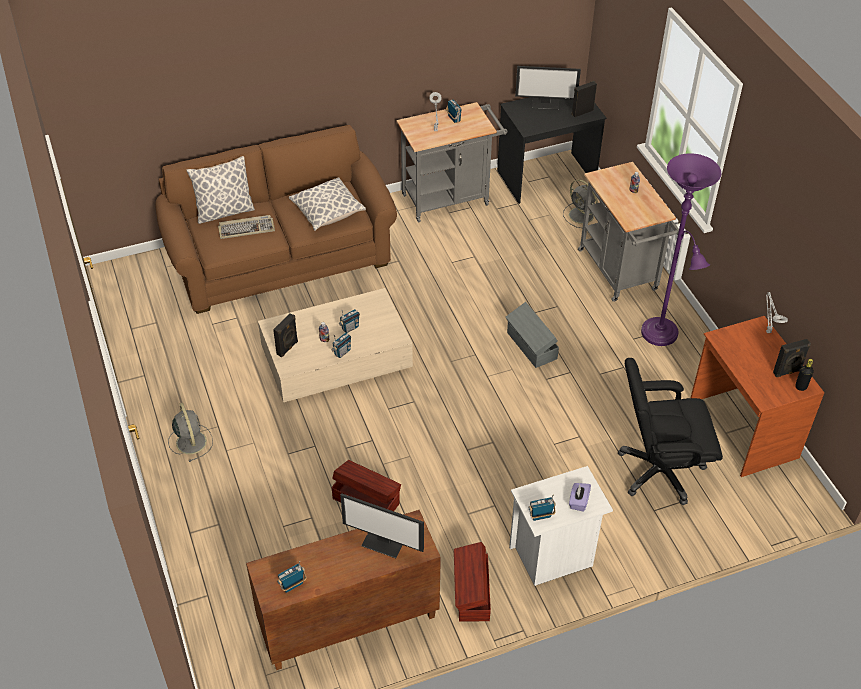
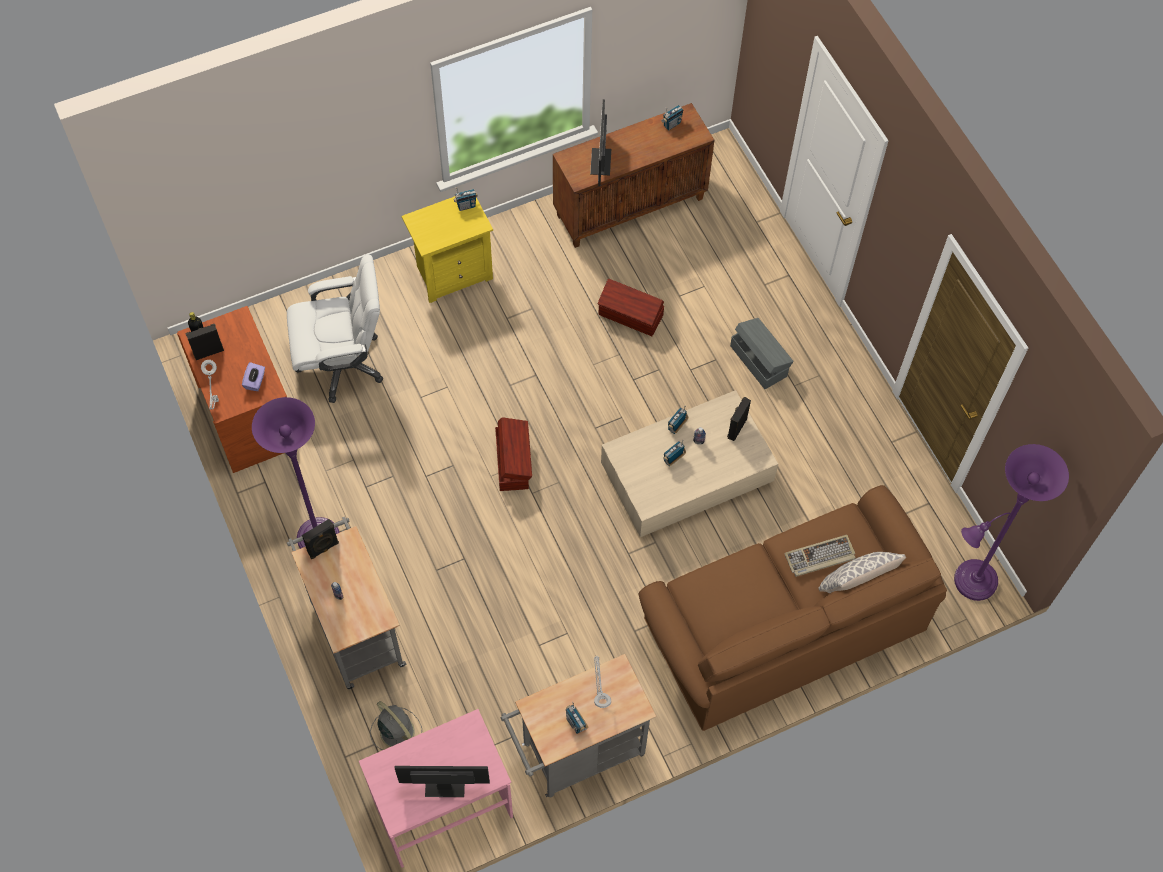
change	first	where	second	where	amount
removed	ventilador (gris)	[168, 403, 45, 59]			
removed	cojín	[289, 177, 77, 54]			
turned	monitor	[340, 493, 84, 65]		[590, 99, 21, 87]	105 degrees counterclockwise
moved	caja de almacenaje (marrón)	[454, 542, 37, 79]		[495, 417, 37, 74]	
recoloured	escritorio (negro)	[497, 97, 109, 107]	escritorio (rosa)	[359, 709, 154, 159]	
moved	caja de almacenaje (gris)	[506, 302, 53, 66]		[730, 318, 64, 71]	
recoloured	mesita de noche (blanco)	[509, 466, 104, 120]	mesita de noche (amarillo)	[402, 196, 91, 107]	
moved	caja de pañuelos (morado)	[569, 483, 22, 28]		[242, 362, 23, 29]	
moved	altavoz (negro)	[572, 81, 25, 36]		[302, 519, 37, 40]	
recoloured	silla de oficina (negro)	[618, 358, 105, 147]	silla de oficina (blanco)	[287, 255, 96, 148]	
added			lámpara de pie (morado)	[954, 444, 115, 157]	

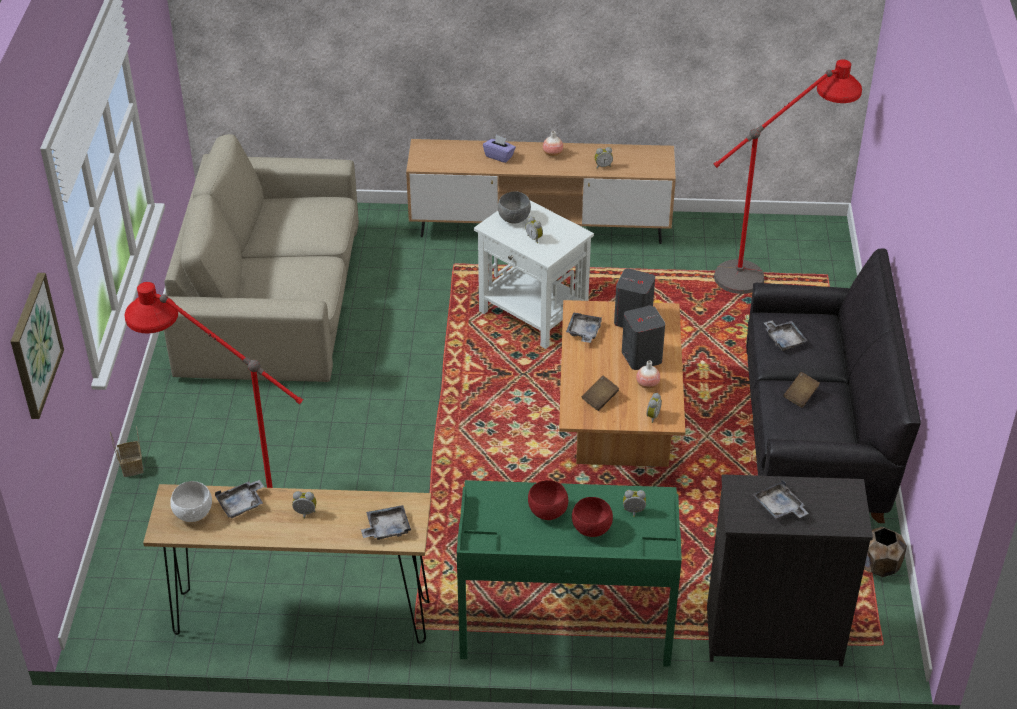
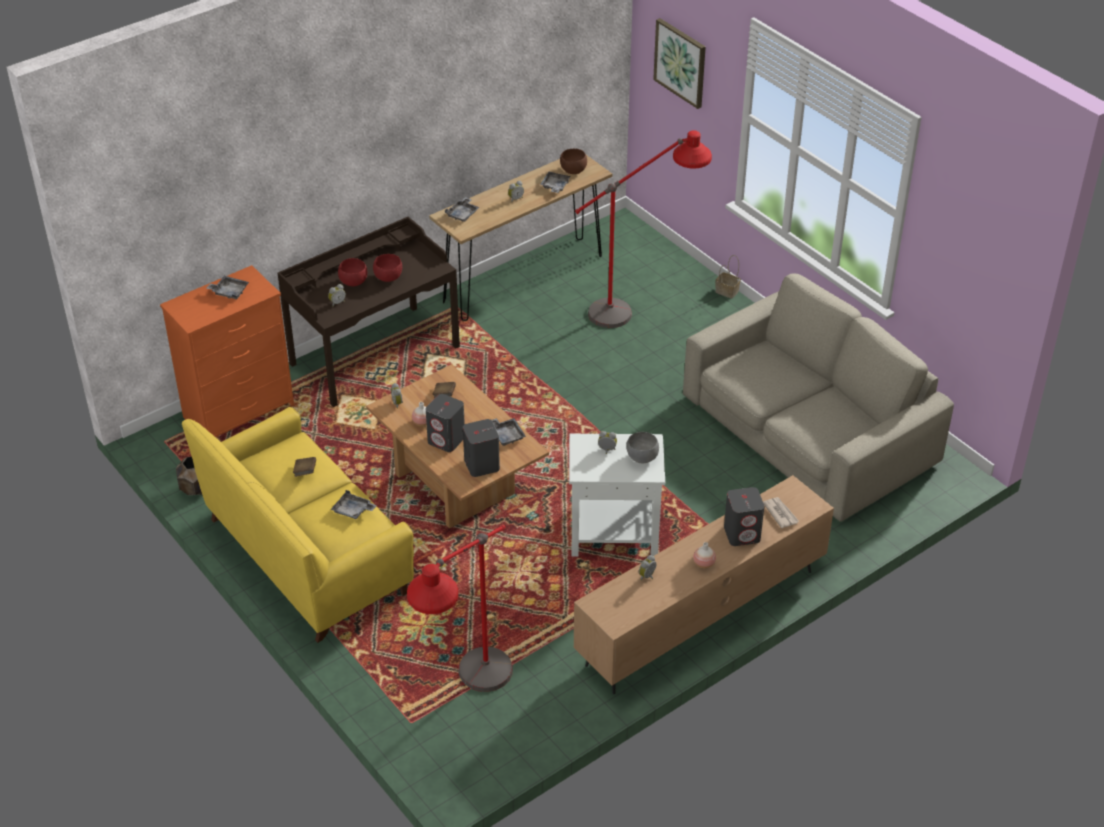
change	first	where	second	where	amount
recoloured	cuenco (blanco)	[170, 481, 42, 41]	cuenco (marrón)	[560, 149, 27, 25]	
recoloured	escritorio (verde)	[457, 480, 225, 187]	escritorio (marrón)	[278, 217, 182, 190]	
replaced	caja de pañuelos (morado)	[483, 135, 33, 28]	altavoz (gris)	[724, 487, 40, 59]	
recoloured	cómoda (negro)	[707, 474, 166, 192]	cómoda (naranja)	[160, 265, 134, 172]	
recoloured	sofá (negro)	[746, 248, 175, 275]	sofá (amarillo)	[182, 407, 232, 236]	
added			periódico	[763, 497, 37, 31]	

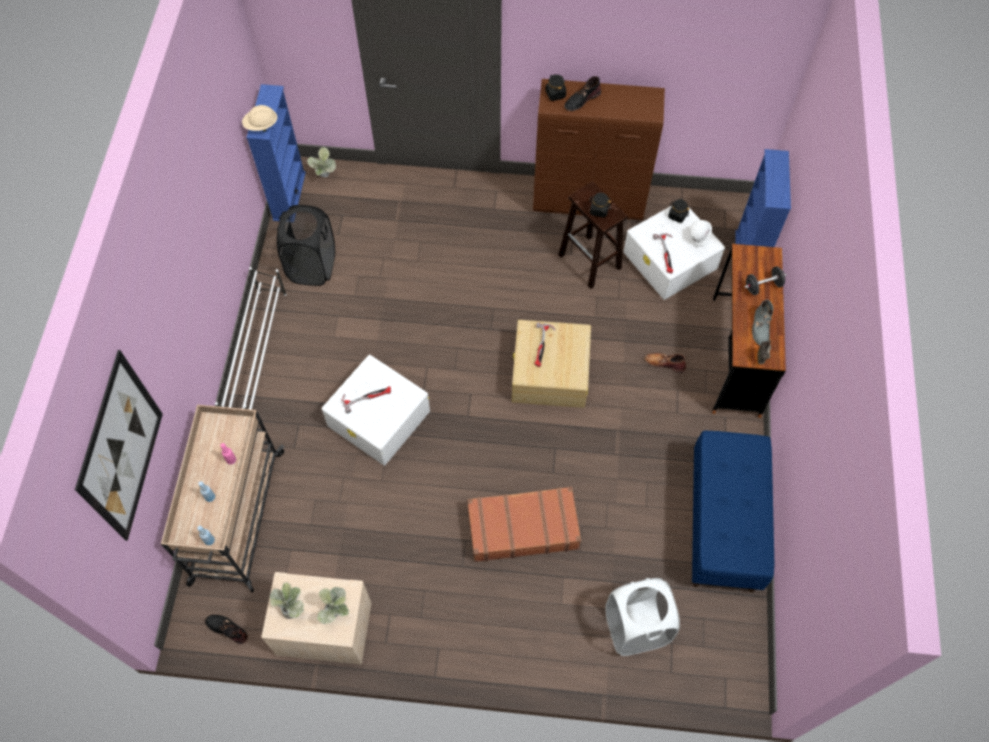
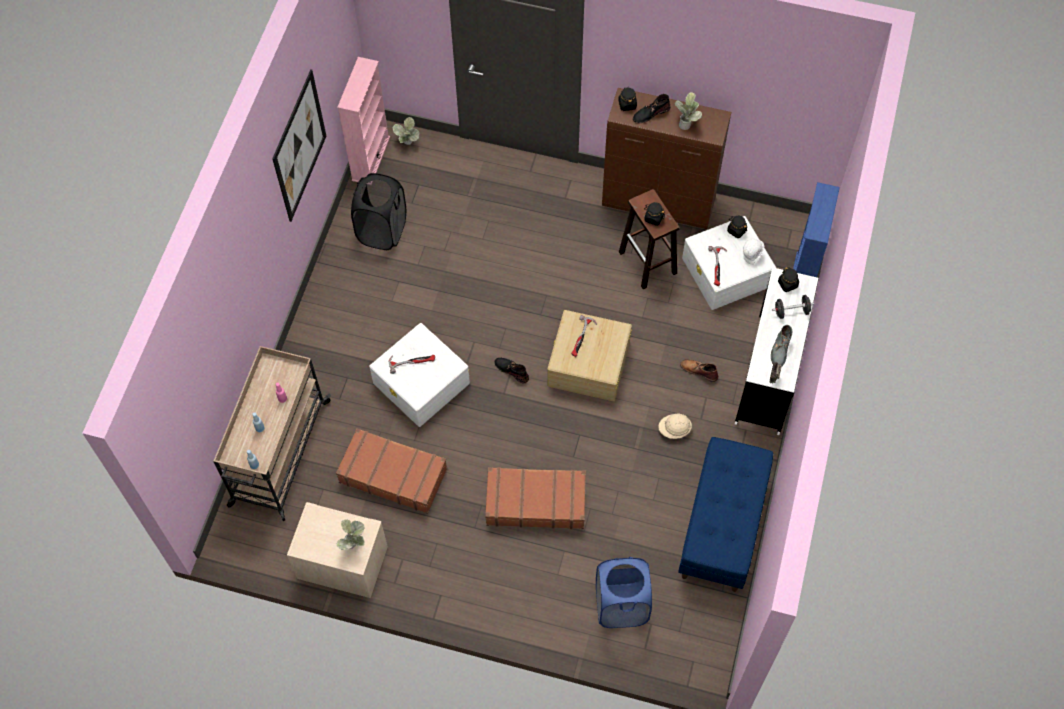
change	first	where	second	where	amount
moved	cuadro	[75, 350, 88, 191]		[272, 69, 54, 153]	
moved	bota (negro)	[205, 615, 43, 29]		[494, 358, 35, 25]	
removed	zapatero (blanco)	[215, 267, 72, 143]			
moved	casco (beis)	[242, 105, 35, 27]		[658, 414, 34, 25]	
recoloured	estantería (azul)	[246, 84, 60, 137]	estantería (rosa)	[337, 57, 53, 125]	
moved	planta en maceta	[270, 582, 34, 37]		[675, 92, 27, 38]	
recoloured	cesto de la ropa (blanco)	[606, 578, 74, 78]	cesto de la ropa (azul)	[596, 557, 56, 71]	
recoloured	escritorio (marrón)	[712, 244, 74, 174]	escritorio (blanco)	[735, 267, 83, 168]	
added			maleta (marrón)	[336, 428, 111, 86]	
added			tarro (negro)	[778, 267, 21, 25]	

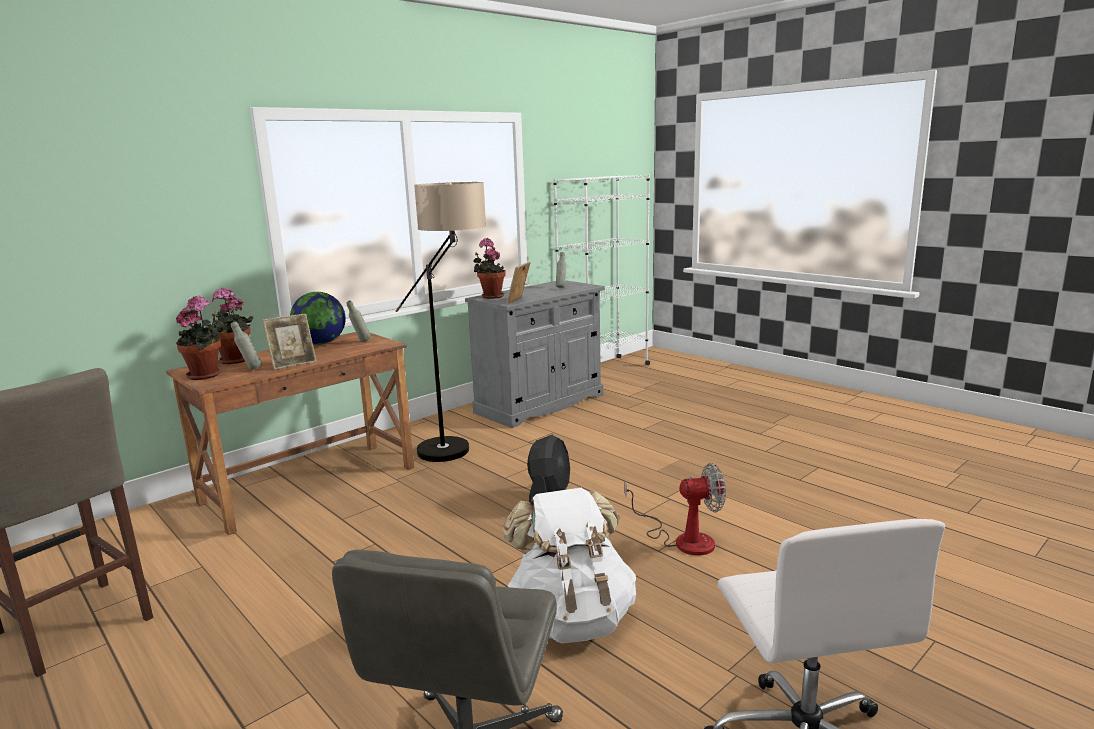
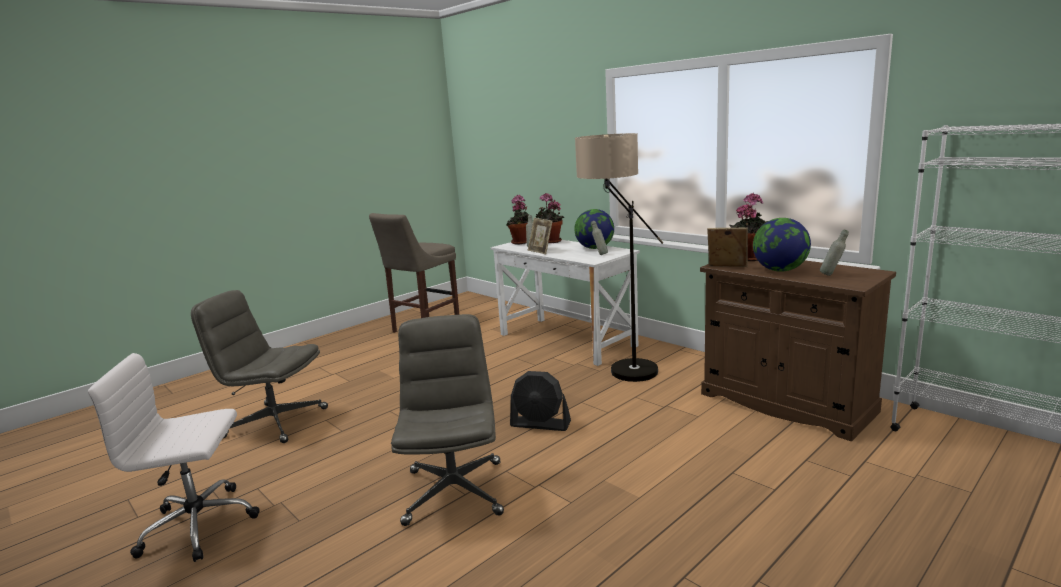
change	first	where	second	where	amount
recoloured	escritorio (marrón)	[166, 332, 248, 203]	escritorio (blanco)	[491, 240, 149, 126]	
recoloured	armario (gris)	[465, 280, 140, 148]	armario (marrón)	[700, 261, 196, 180]	
removed	mochila (blanco)	[503, 488, 133, 155]			
replaced	ventilador	[625, 463, 101, 93]	silla de oficina (gris)	[391, 314, 113, 212]	
added			globo terráqueo	[753, 218, 58, 54]	

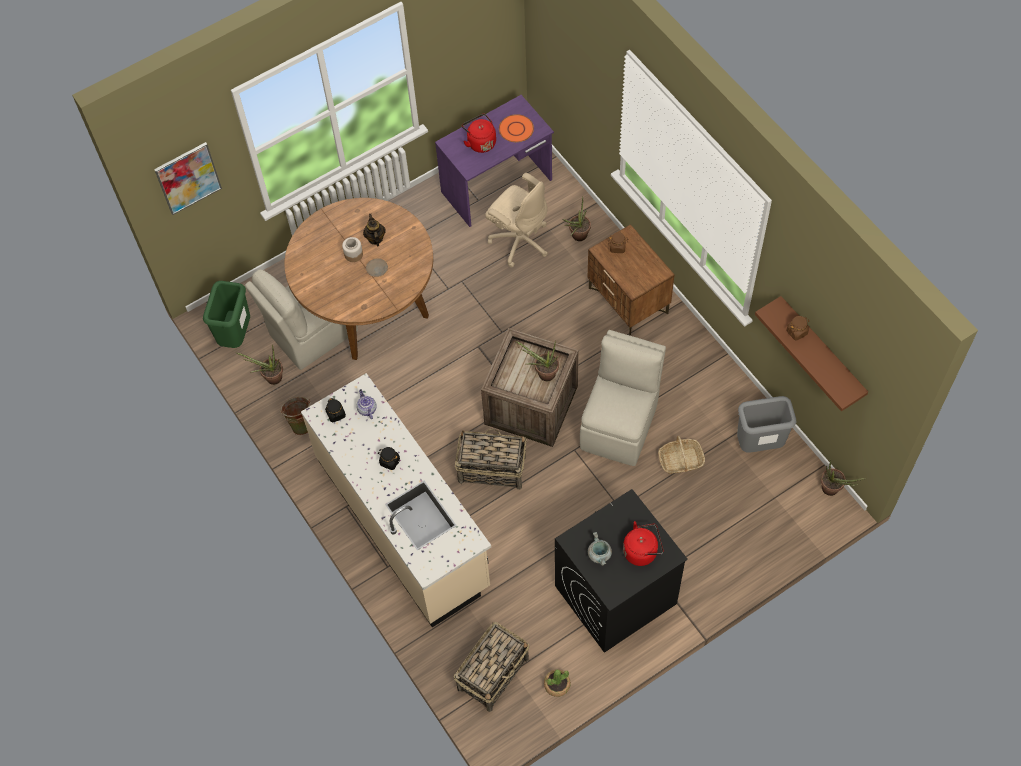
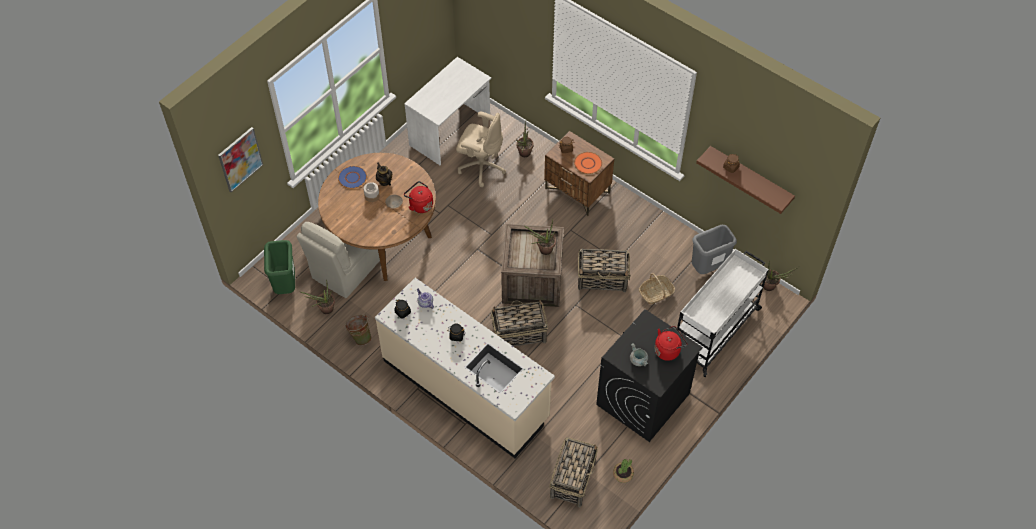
change	first	where	second	where	amount
recoloured	escritorio (morado)	[435, 95, 119, 132]	escritorio (blanco)	[404, 57, 87, 108]	
moved	hervidor (rojo)	[462, 114, 34, 39]		[404, 181, 29, 32]	
moved	plato (naranja)	[499, 114, 35, 28]		[574, 152, 28, 22]	
replaced	silla (beis)	[580, 330, 86, 136]	cesta	[578, 249, 52, 43]	
added			plato (azul)	[338, 166, 29, 23]	
added			carrito (blanco)	[677, 249, 92, 128]	

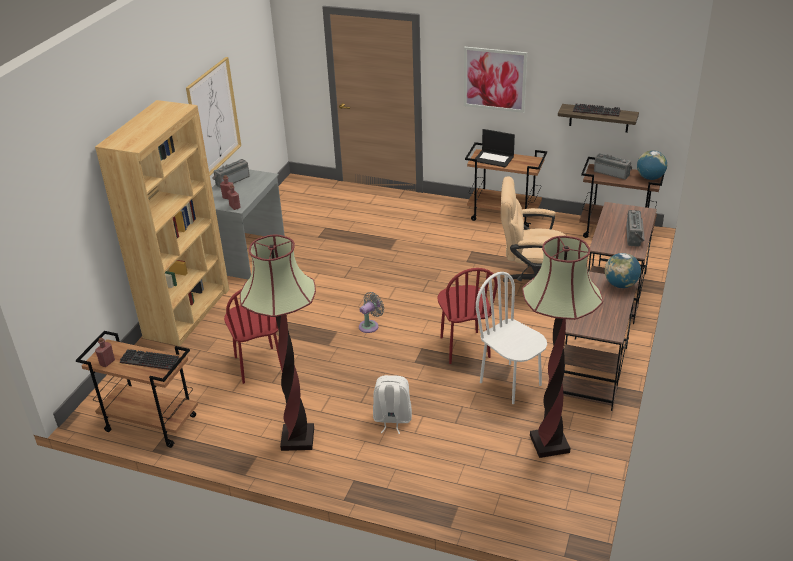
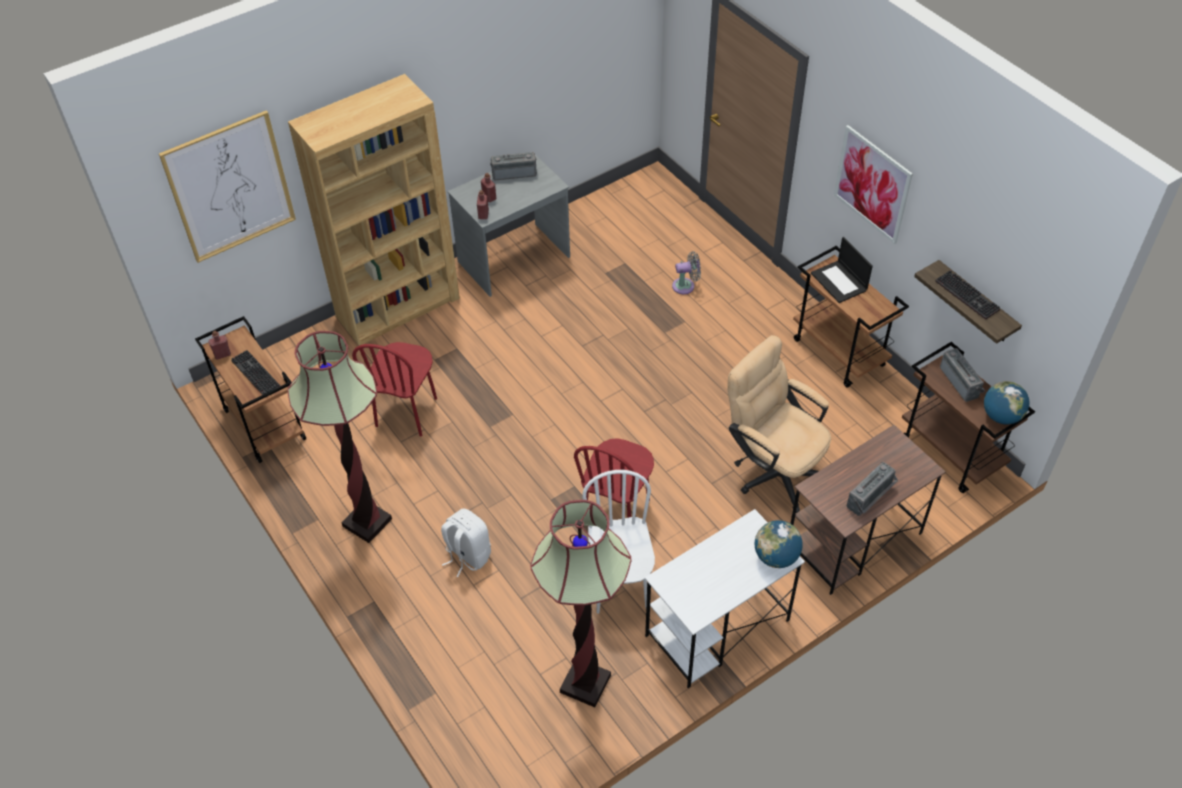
change	first	where	second	where	amount
moved	cuadro	[186, 57, 55, 118]		[159, 110, 137, 153]	
moved	ventilador (gris)	[359, 292, 25, 41]		[672, 251, 29, 43]	
recoloured	escritorio (marrón)	[562, 271, 76, 140]	escritorio (blanco)	[645, 509, 160, 179]	

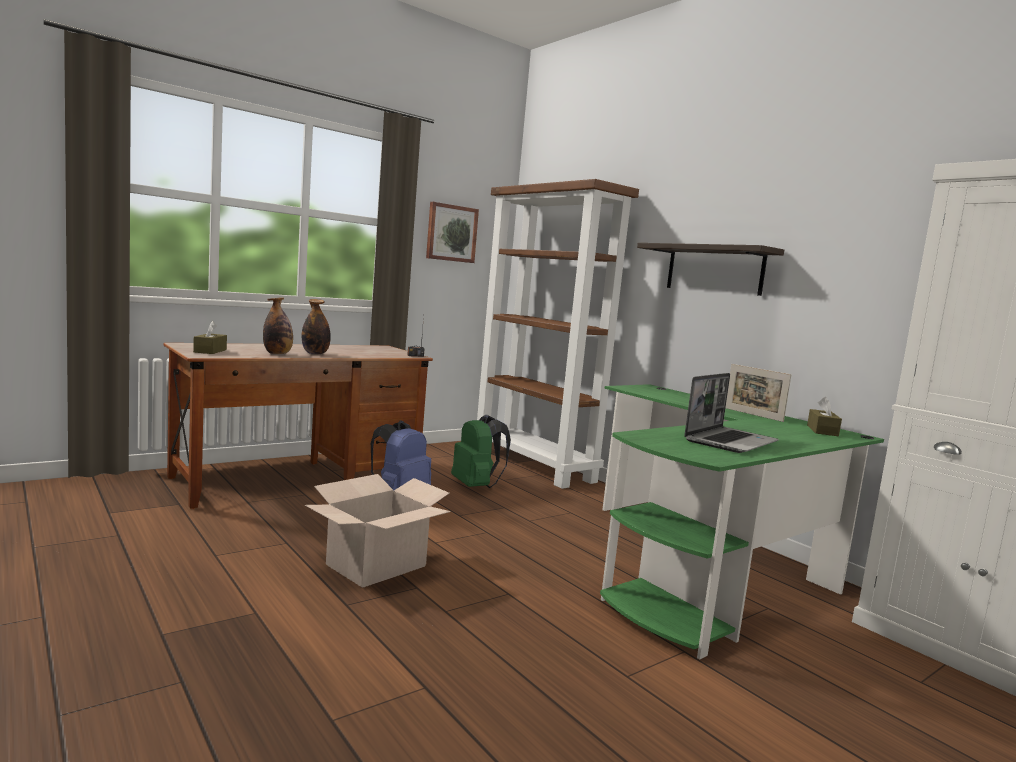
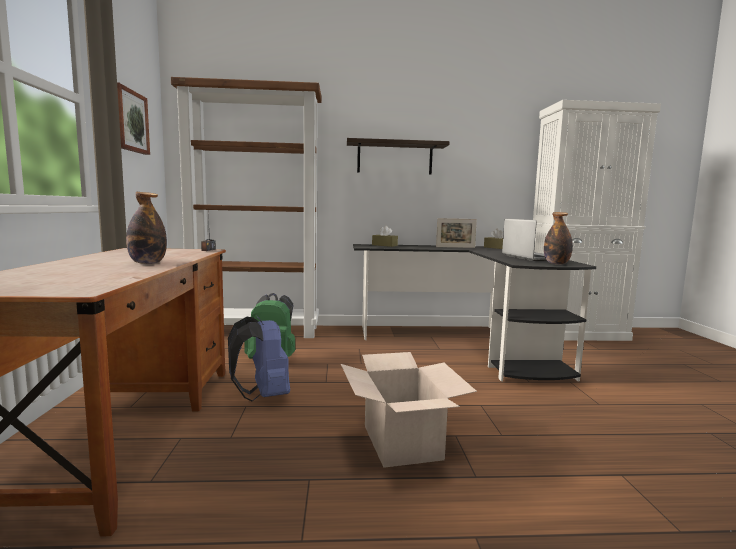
change	first	where	second	where	amount
moved	caja de pañuelos (marrón)	[193, 321, 34, 33]		[372, 226, 26, 21]	
moved	botella	[263, 297, 30, 57]		[544, 212, 29, 53]	
recoloured	escritorio (verde)	[600, 384, 284, 275]	escritorio (negro)	[353, 244, 243, 138]	

